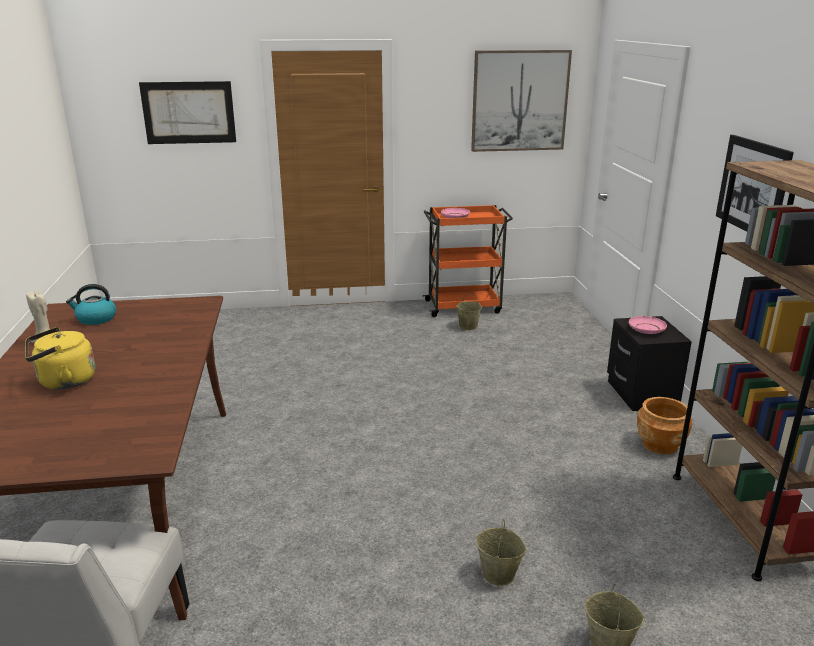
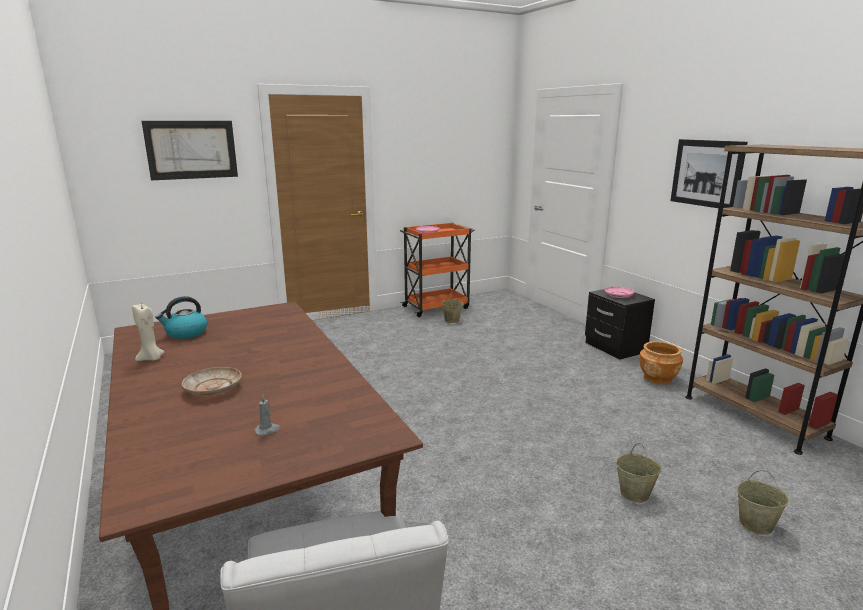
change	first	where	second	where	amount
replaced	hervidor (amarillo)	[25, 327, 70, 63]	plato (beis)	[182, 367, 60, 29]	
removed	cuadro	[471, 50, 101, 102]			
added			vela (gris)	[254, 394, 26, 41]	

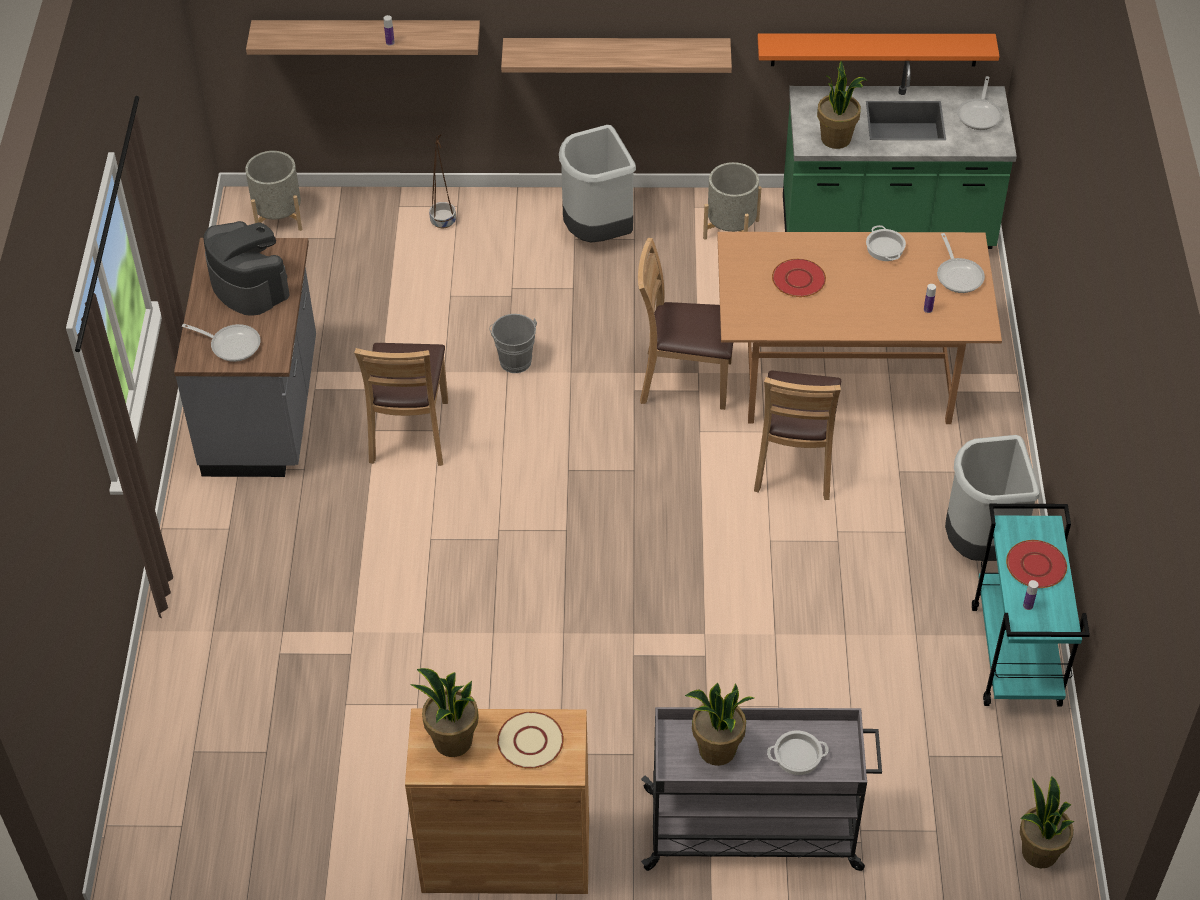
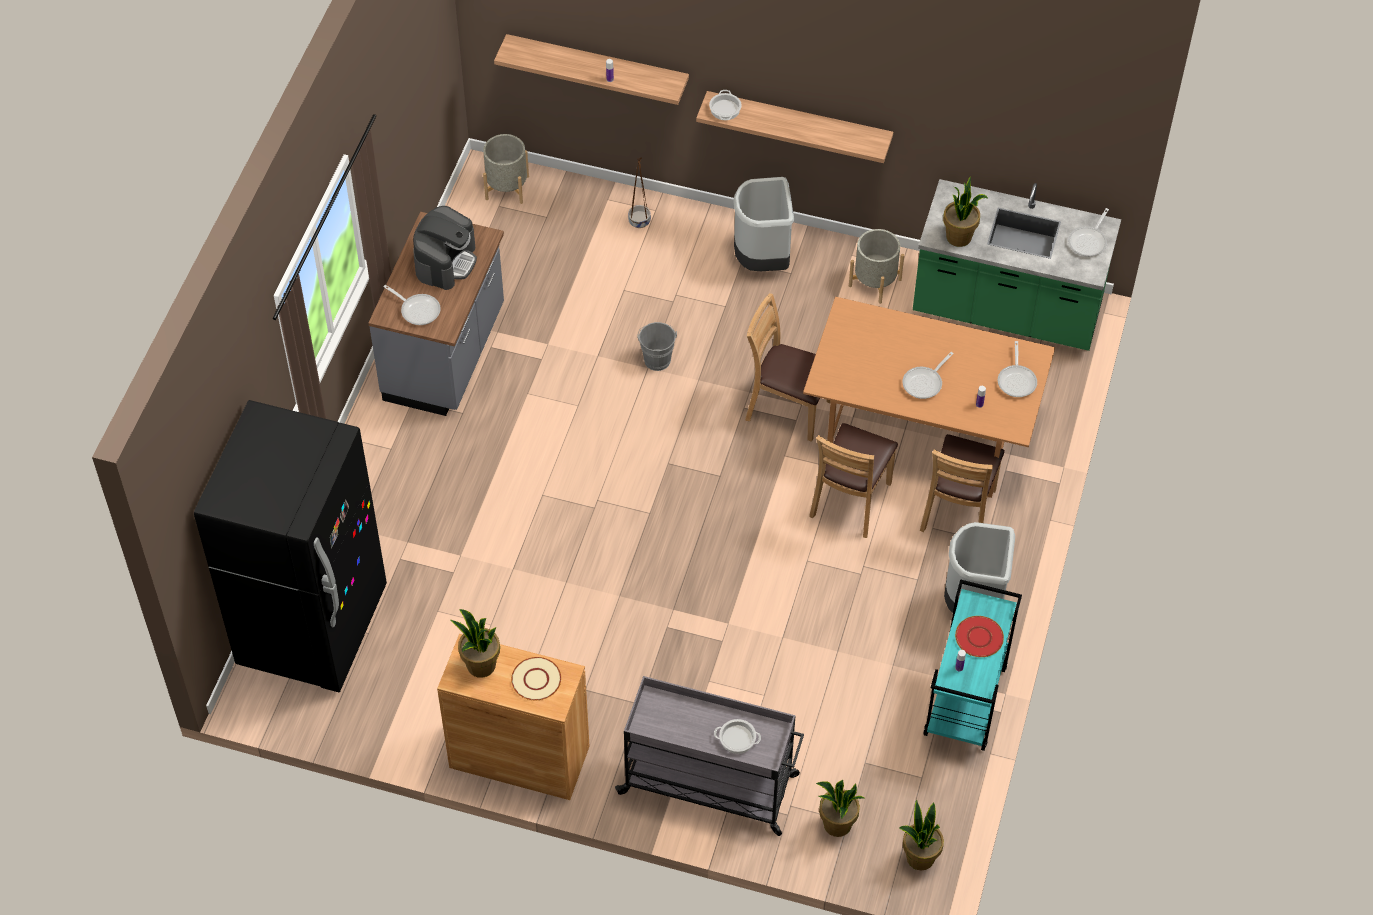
change	first	where	second	where	amount
turned	cafetera	[203, 221, 86, 95]		[413, 206, 64, 84]	45 degrees clockwise
moved	silla (marrón)	[354, 343, 94, 123]		[920, 434, 85, 98]	
moved	planta en maceta	[685, 683, 69, 83]		[816, 780, 48, 57]	
removed	estante (naranja)	[757, 34, 242, 33]			
removed	plato (rojo)	[772, 259, 54, 38]			
moved	olla	[866, 225, 40, 36]		[709, 90, 32, 30]	
added			nevera (negro)	[194, 400, 193, 292]	
added			sartén	[903, 352, 51, 47]	

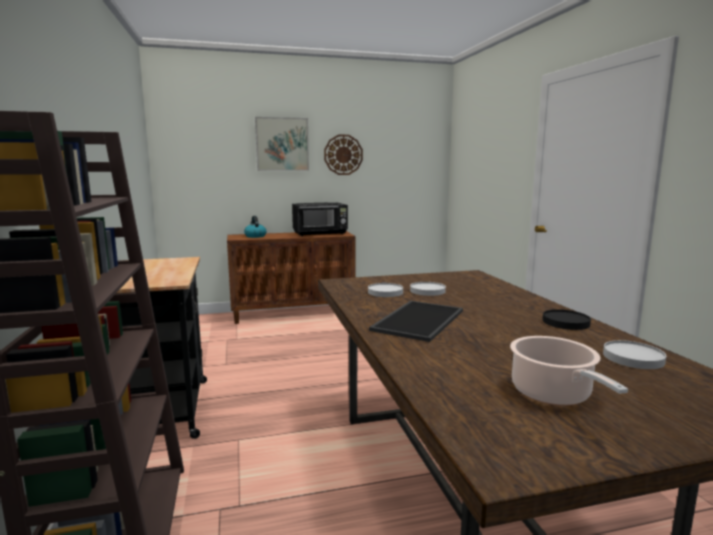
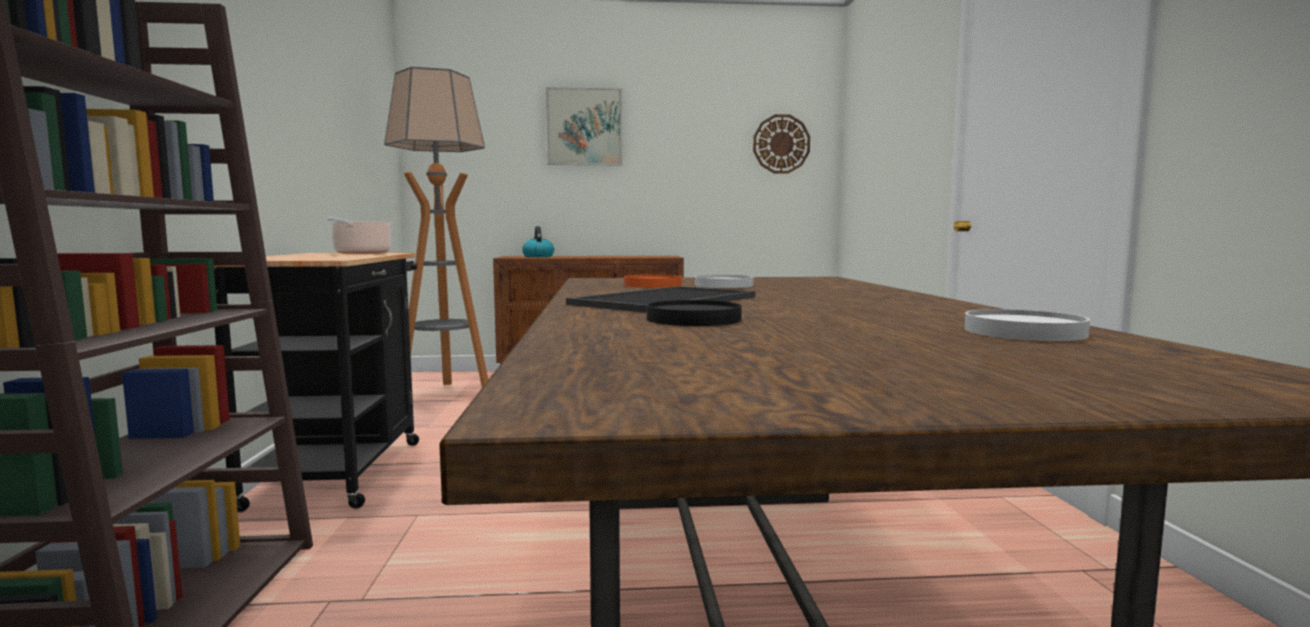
change	first	where	second	where	amount
removed	microondas (negro)	[292, 203, 56, 33]			
moved	reloj de pared	[324, 135, 39, 40]		[753, 114, 57, 59]	
recoloured	plato (blanco)	[368, 283, 35, 14]	plato (naranja)	[624, 274, 58, 14]	
moved	olla	[510, 336, 118, 70]		[328, 218, 65, 36]	
moved	plato (negro)	[542, 309, 49, 21]		[647, 300, 95, 26]	
added			lámpara de pie	[384, 67, 104, 320]	

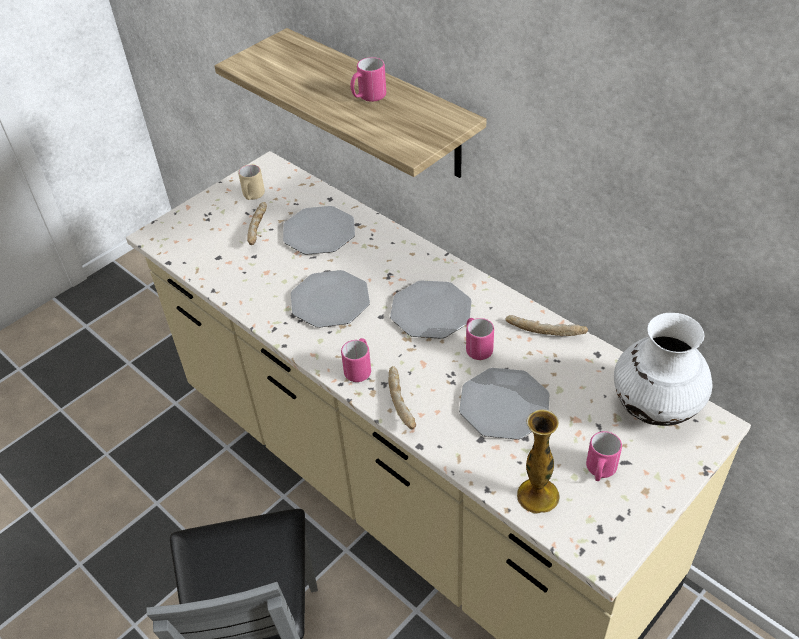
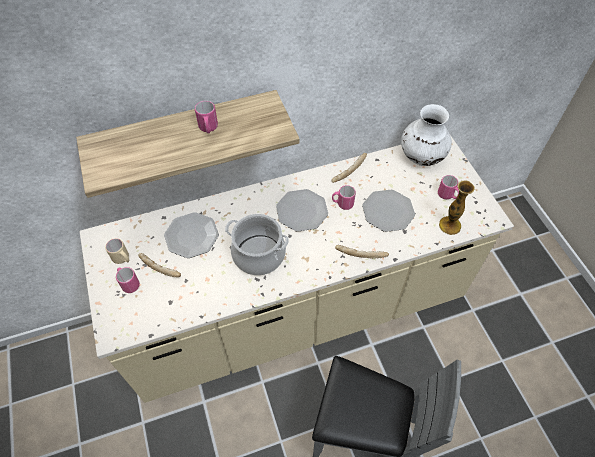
change	first	where	second	where	amount
replaced	plato	[291, 270, 79, 58]	olla	[225, 214, 64, 62]	
moved	taza grande (rosa)	[341, 338, 30, 44]		[116, 267, 24, 26]	

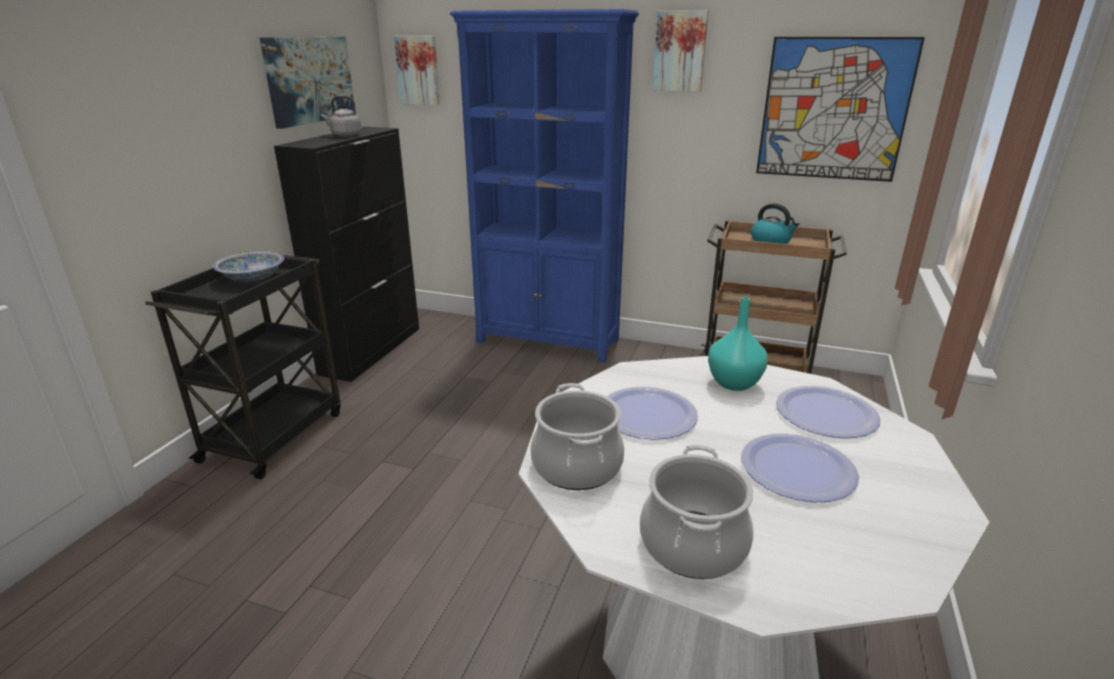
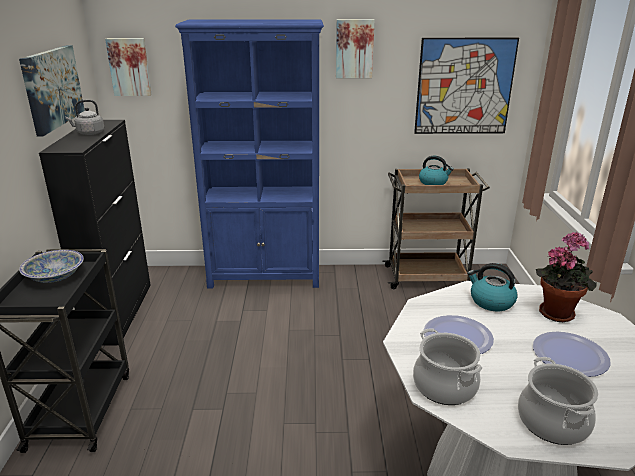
change	first	where	second	where	amount
replaced	florero (turquesa)	[708, 297, 60, 94]	hervidor	[467, 263, 51, 48]	
replaced	plato	[776, 386, 104, 52]	planta en maceta	[536, 231, 61, 91]	

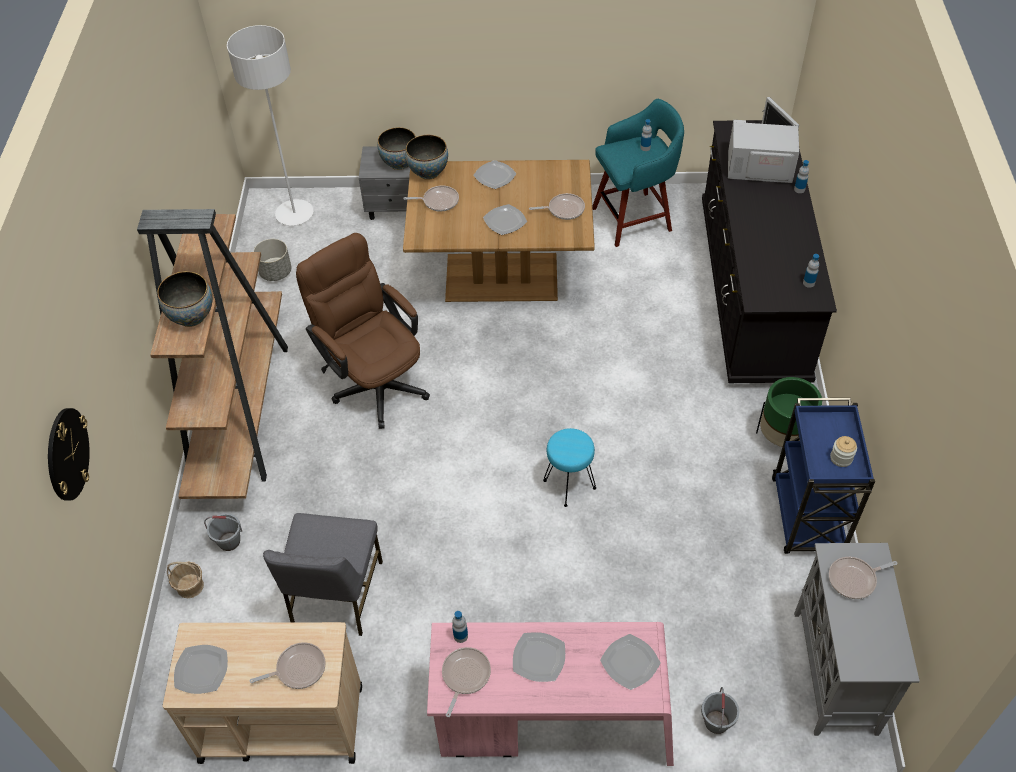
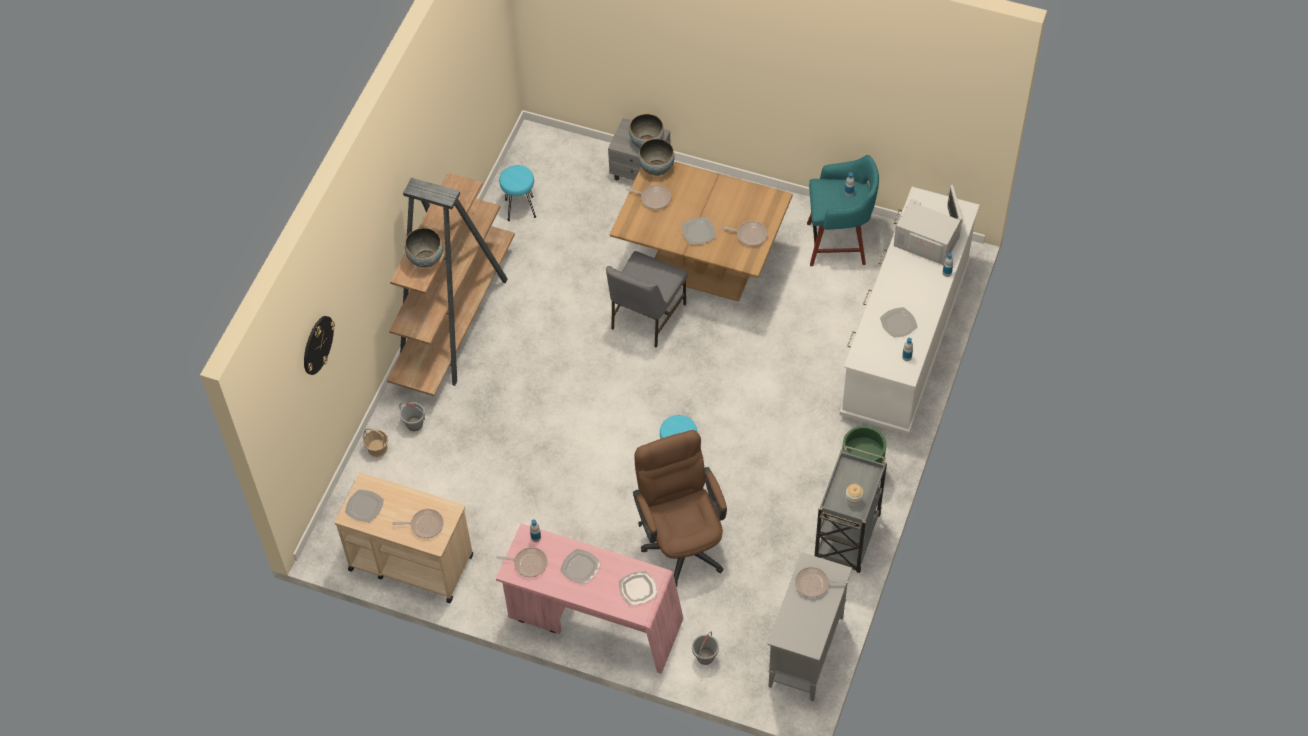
change	first	where	second	where	amount
removed	lámpara de pie (blanco)	[227, 25, 86, 201]			
replaced	maceta (gris)	[253, 239, 38, 42]	taburete (turquesa)	[499, 165, 37, 56]	
moved	silla (gris)	[263, 513, 120, 123]		[606, 251, 81, 97]	
moved	silla de oficina (marrón)	[296, 233, 134, 196]		[633, 430, 94, 158]	
turned	sartén	[442, 647, 49, 70]		[496, 547, 52, 30]	60 degrees clockwise
moved	plato	[474, 160, 43, 29]		[880, 307, 38, 31]	
recoloured	cómoda (negro)	[702, 120, 135, 263]	cómoda (blanco)	[840, 187, 140, 248]	
recoloured	carrito (azul)	[772, 398, 103, 156]	carrito (gris)	[814, 446, 73, 127]	

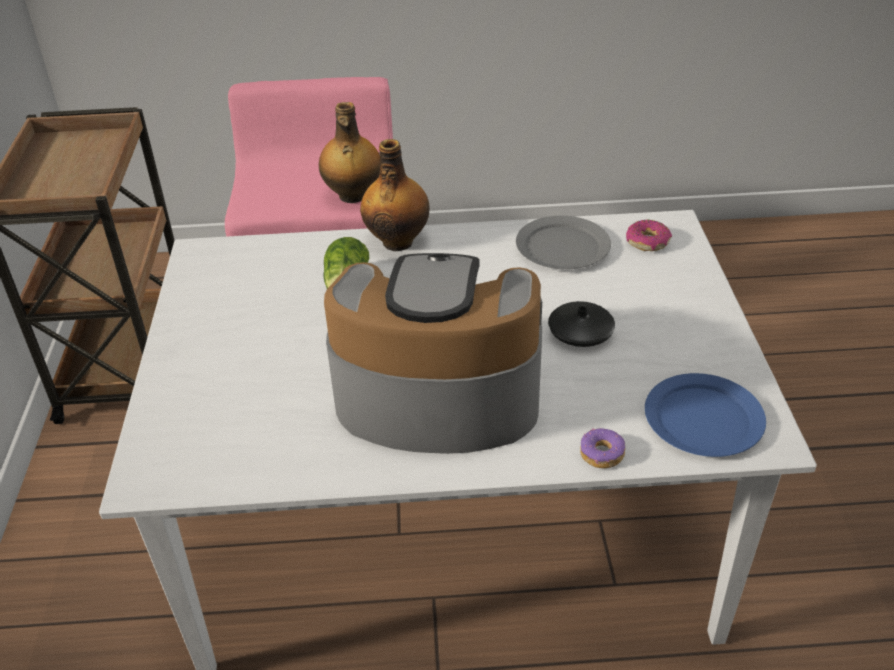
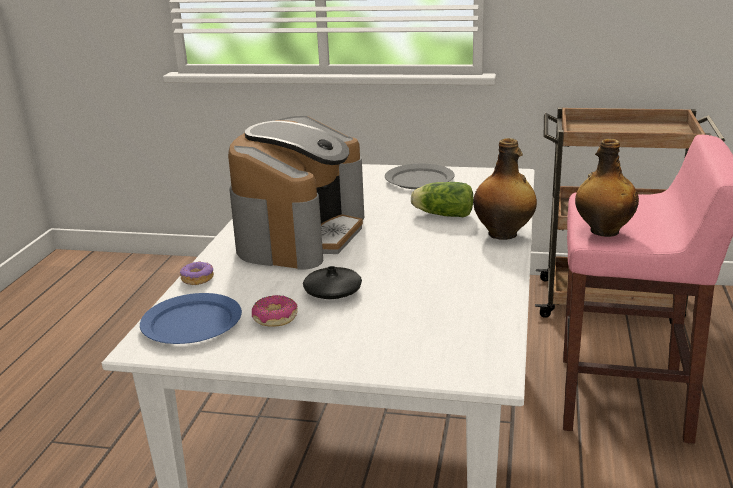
change	first	where	second	where	amount
moved	plato (gris)	[516, 216, 95, 53]		[385, 164, 70, 25]	
moved	rosquilla	[626, 219, 46, 32]		[252, 295, 46, 32]	

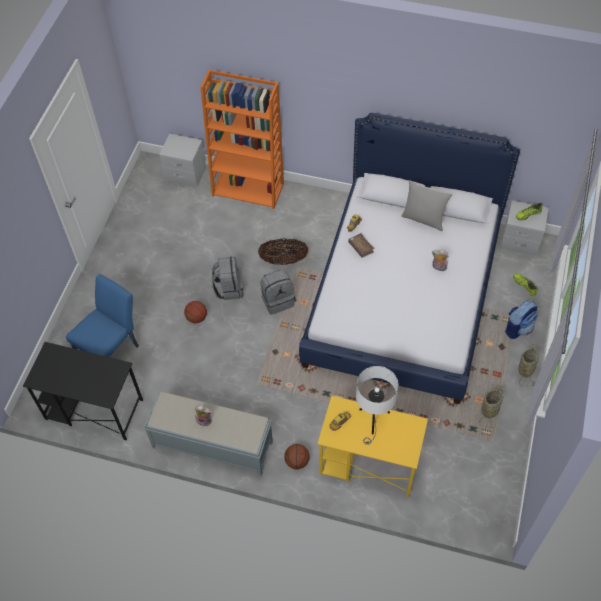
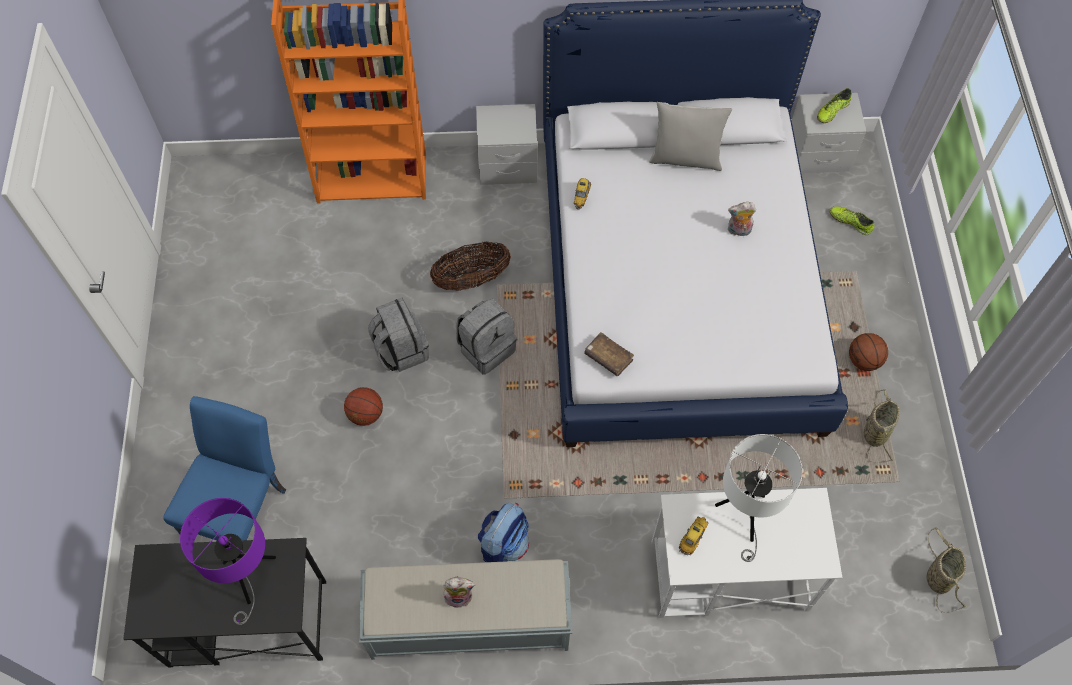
change	first	where	second	where	amount
moved	mesita de noche (gris)	[159, 133, 47, 54]		[476, 104, 61, 81]	
moved	balón de baloncesto	[284, 444, 26, 25]		[849, 333, 39, 38]	
recoloured	escritorio (amarillo)	[318, 396, 110, 101]	escritorio (blanco)	[652, 488, 190, 130]	
moved	libro (marrón)	[348, 233, 26, 25]		[584, 332, 50, 44]	
moved	mochila	[505, 300, 33, 39]		[478, 503, 51, 59]	
moved	cesta	[519, 344, 20, 43]		[927, 527, 39, 86]	
added			lámpara de mesa (morado)	[180, 498, 96, 127]	

